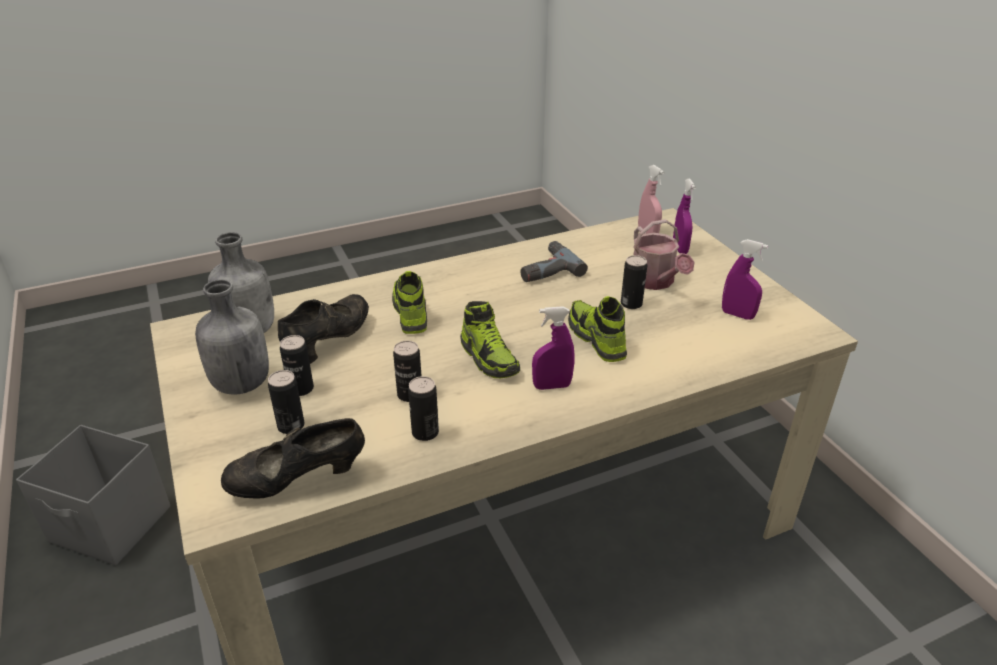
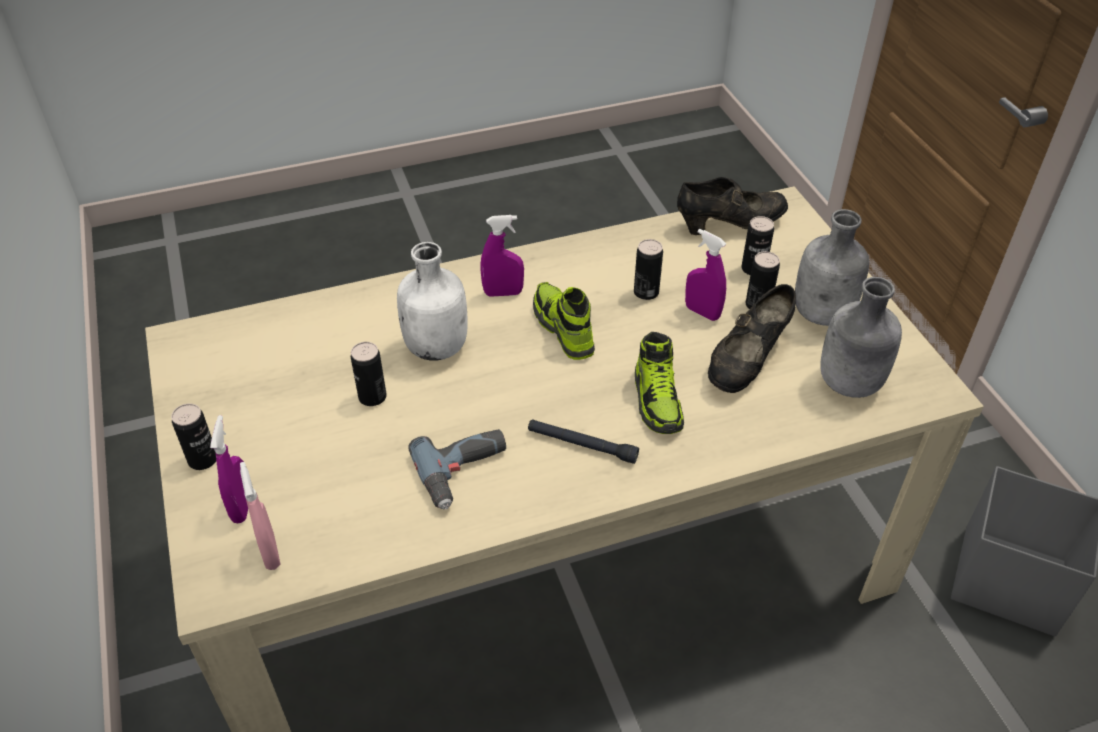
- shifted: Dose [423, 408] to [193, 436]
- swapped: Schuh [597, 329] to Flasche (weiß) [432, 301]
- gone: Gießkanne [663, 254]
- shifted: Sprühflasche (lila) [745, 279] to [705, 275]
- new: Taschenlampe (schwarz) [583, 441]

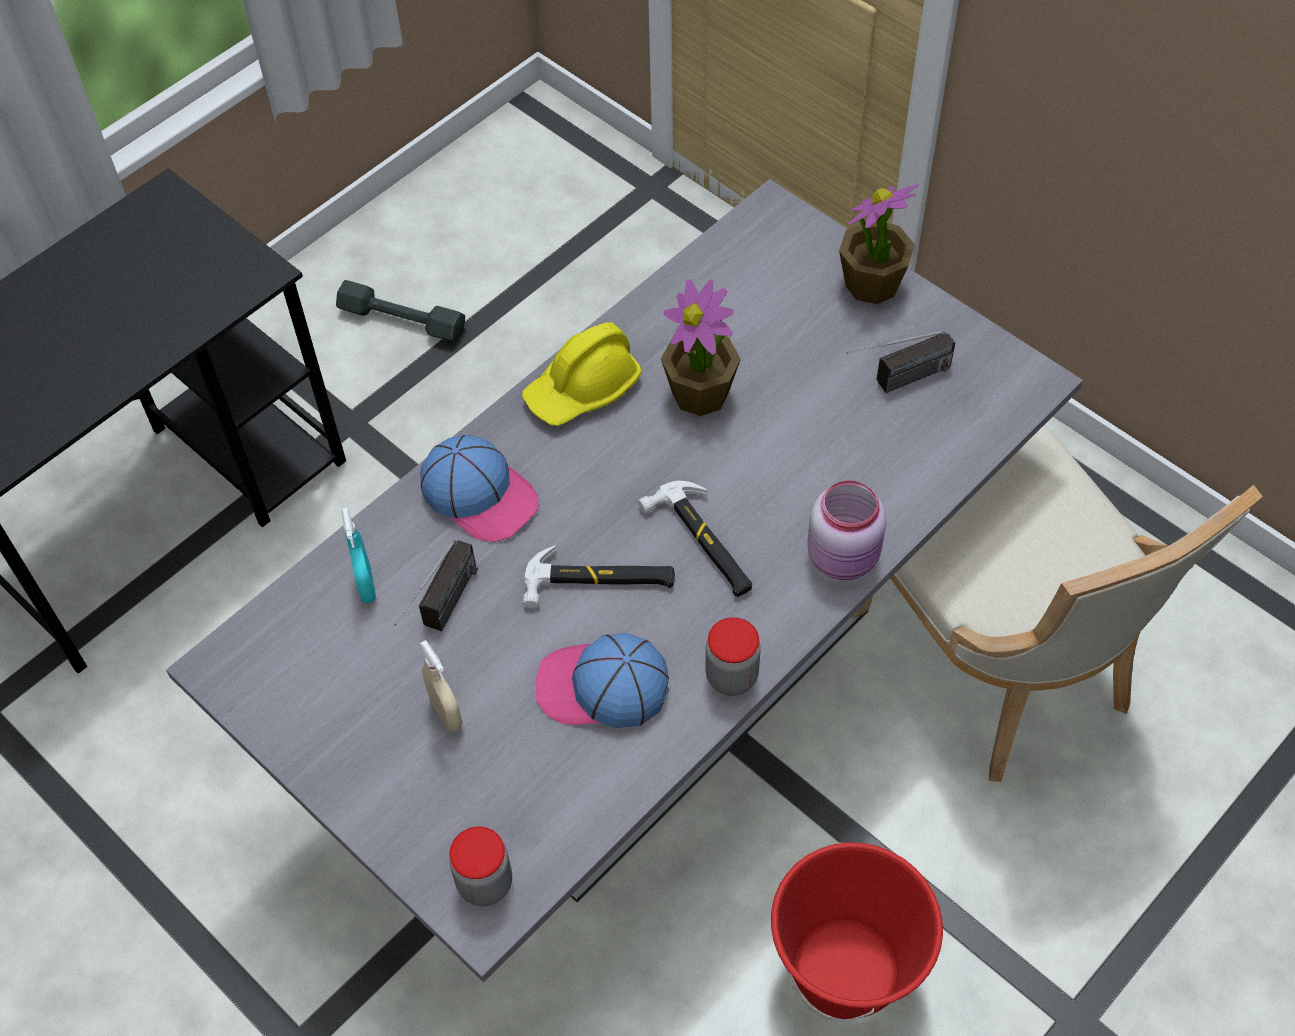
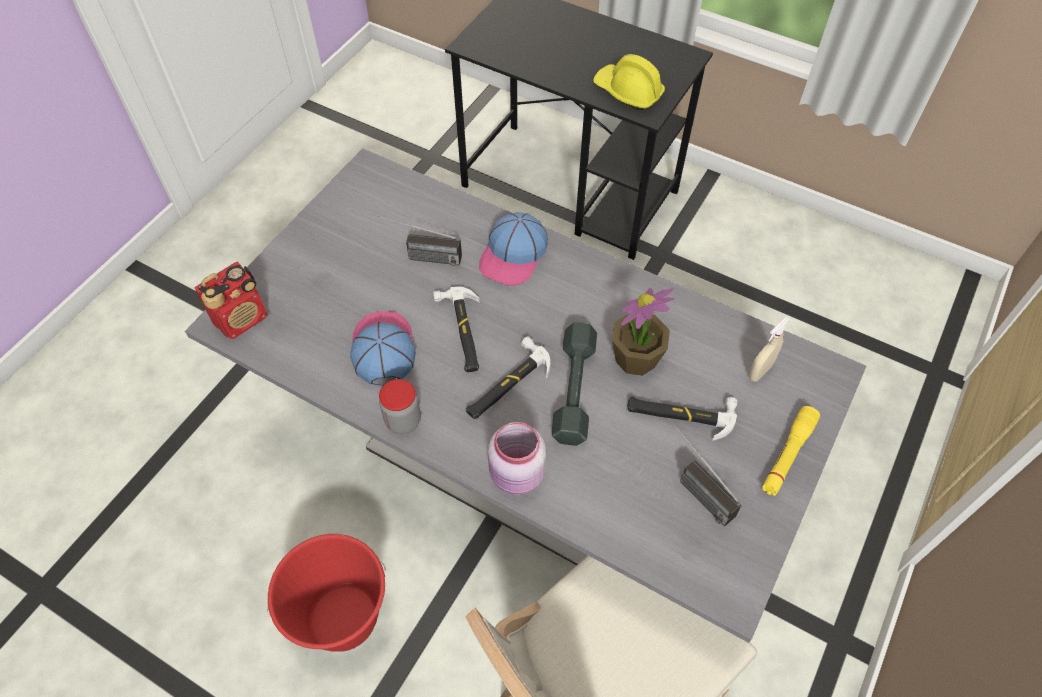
- shifted: Hantel (grau) [400, 311] to [574, 384]
- gone: Sprühflasche (türkis) [359, 555]
- shifted: Sprühflasche (beige) [441, 686] to [769, 349]
- swapped: Vorratsglas [480, 866] to Radio [231, 300]
- shifted: Schutzhelm (gelb) [582, 374] to [629, 82]
- swapped: Topfpflanze [879, 244] to Taschenlampe (gelb) [791, 451]
- new: Hammer [682, 418]

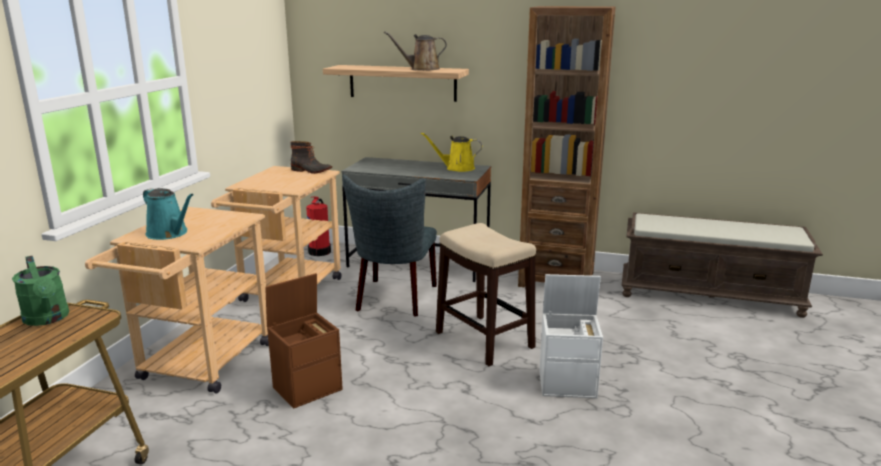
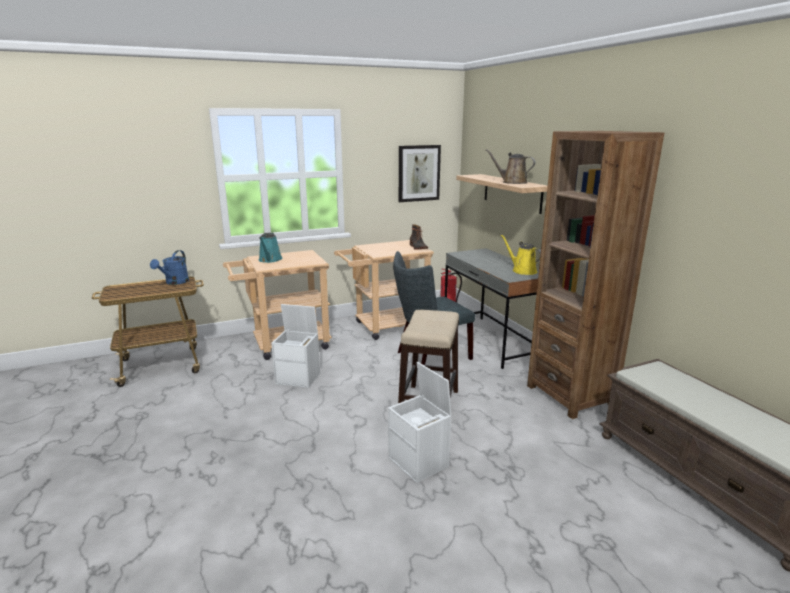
- repainted: Gießkanne (grün) [40, 291] to Gießkanne (blau) [169, 267]
- repainted: Aufbewahrungsbox (braun) [304, 341] to Aufbewahrungsbox (weiß) [295, 346]
- new: Bild [420, 173]

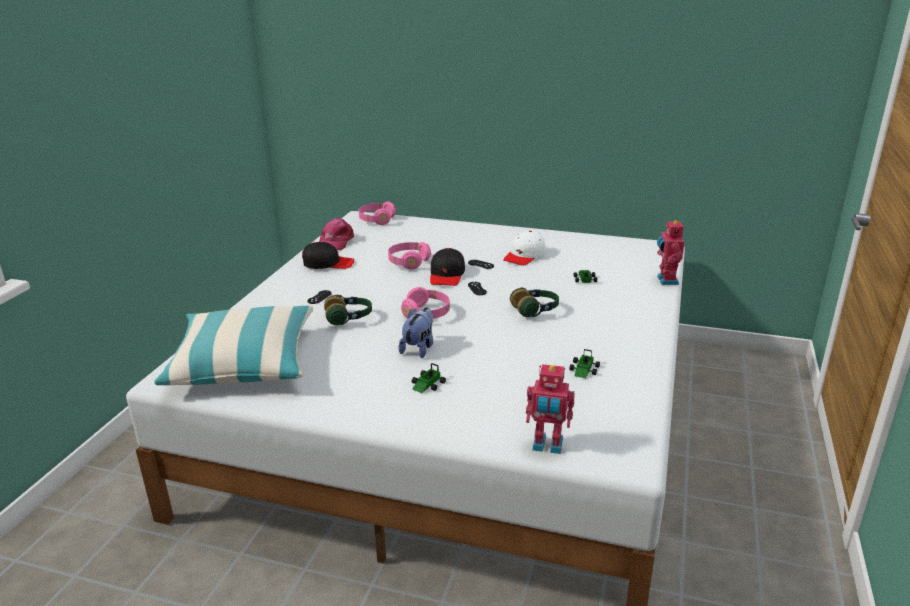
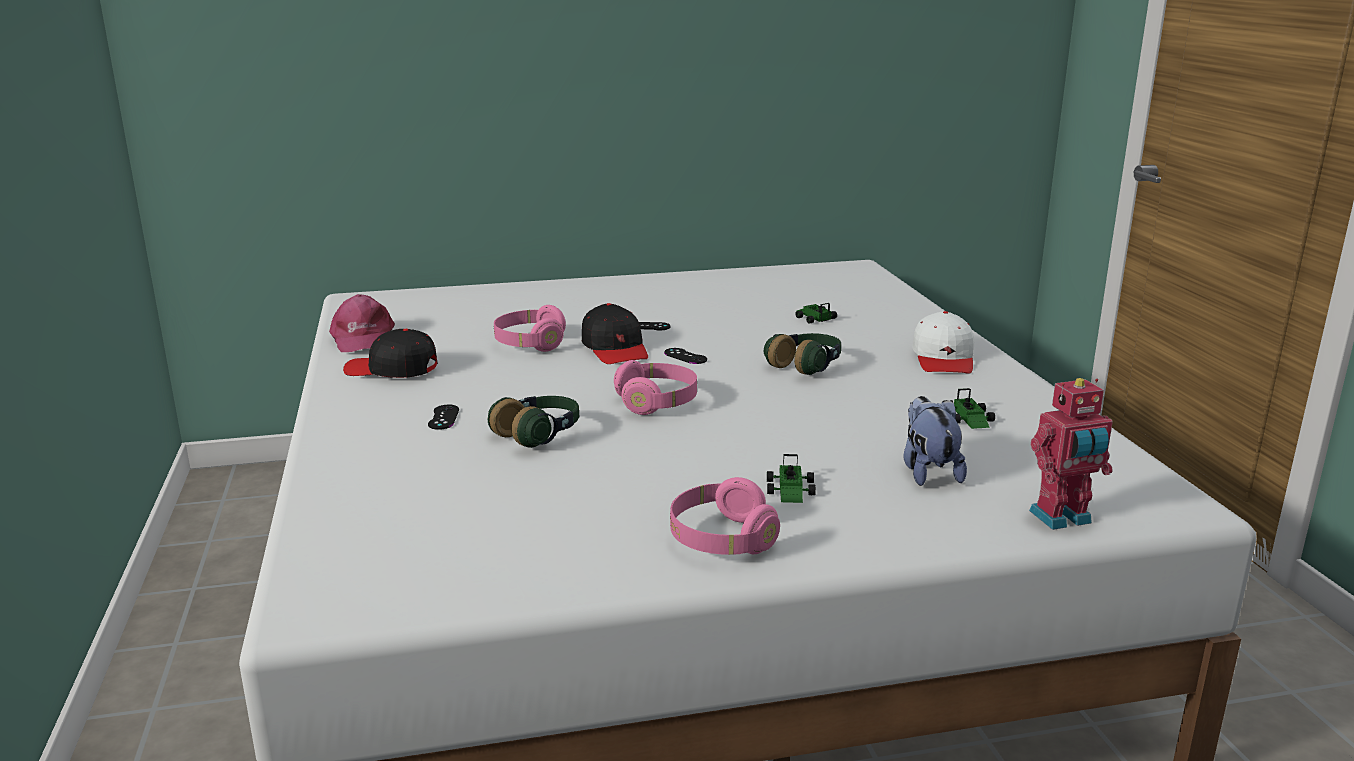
- gone: Kissen [233, 345]
- rotated: Kappe (schwarz) [328, 255] = [390, 353] 135 degrees counterclockwise
- shifted: Kopfhörer (rosa) [377, 213] to [725, 516]
- shifted: Plüschtier [415, 332] to [935, 441]
- shifted: Kappe (weiß) [524, 248] to [943, 342]
- gone: Spielzeugroboter [670, 252]

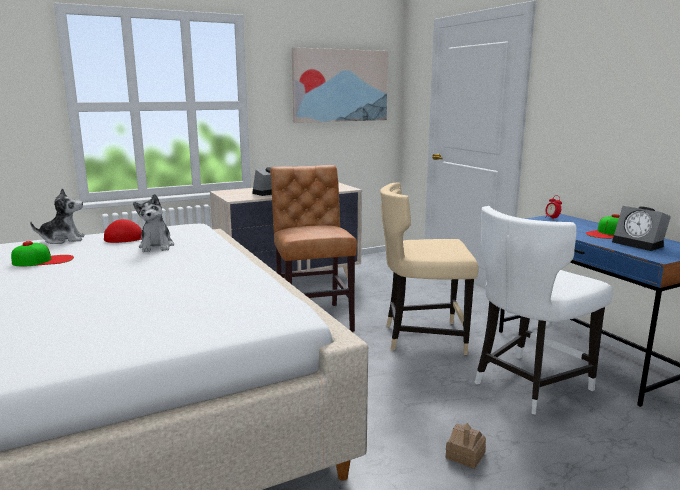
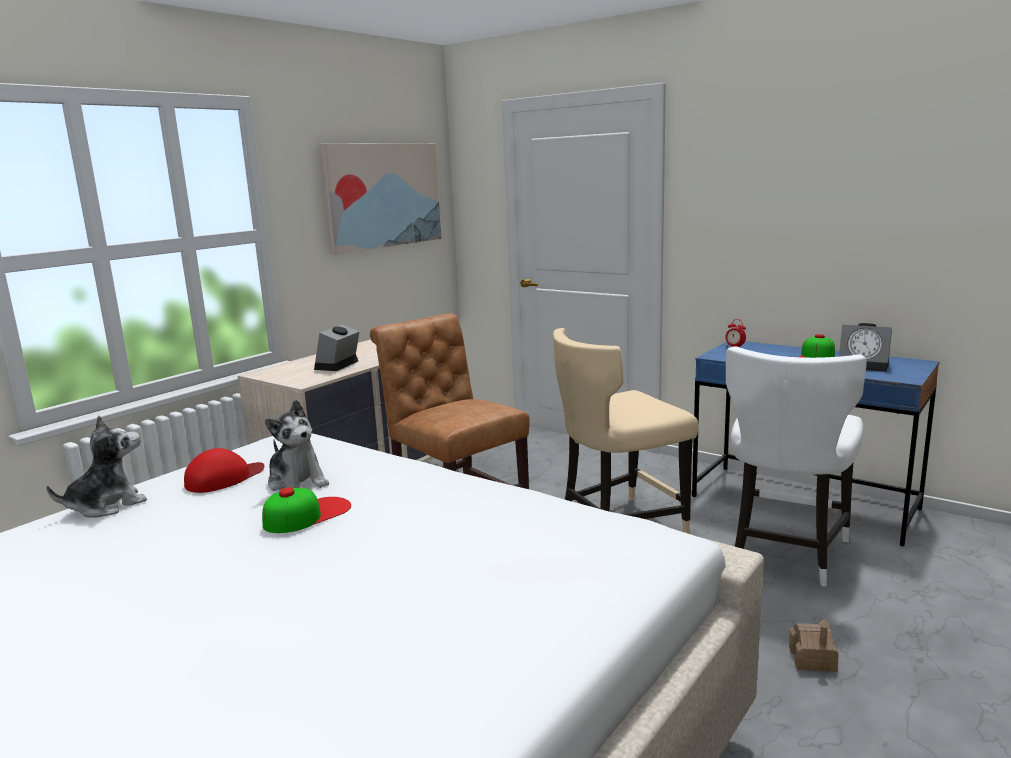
- shifted: Kappe [42, 254] to [306, 510]

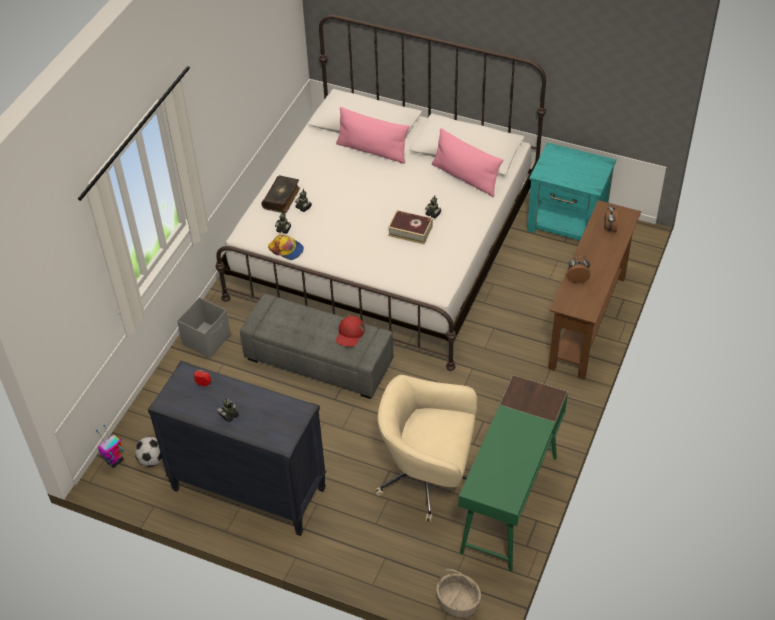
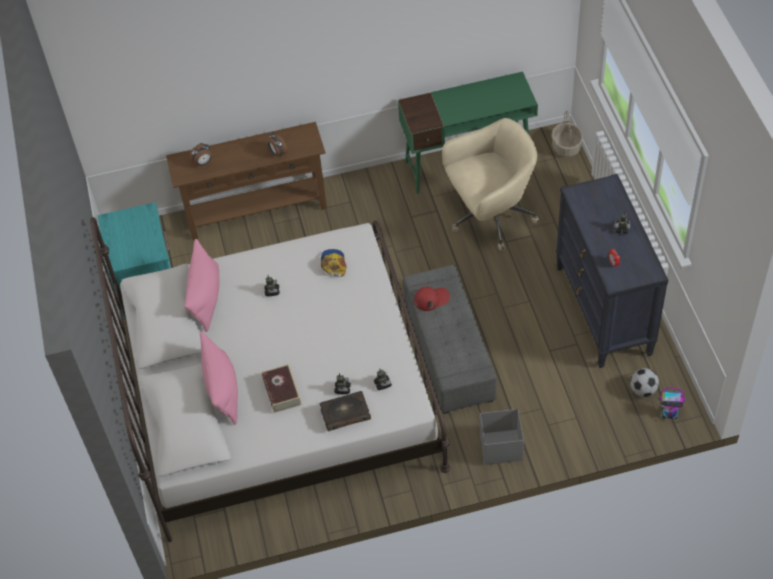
- shifted: Kappe [286, 247] to [333, 263]
- rotated: Bürostuhl (beige) [426, 448] = [490, 184] 90 degrees counterclockwise
- shifted: Buch [410, 227] to [282, 388]

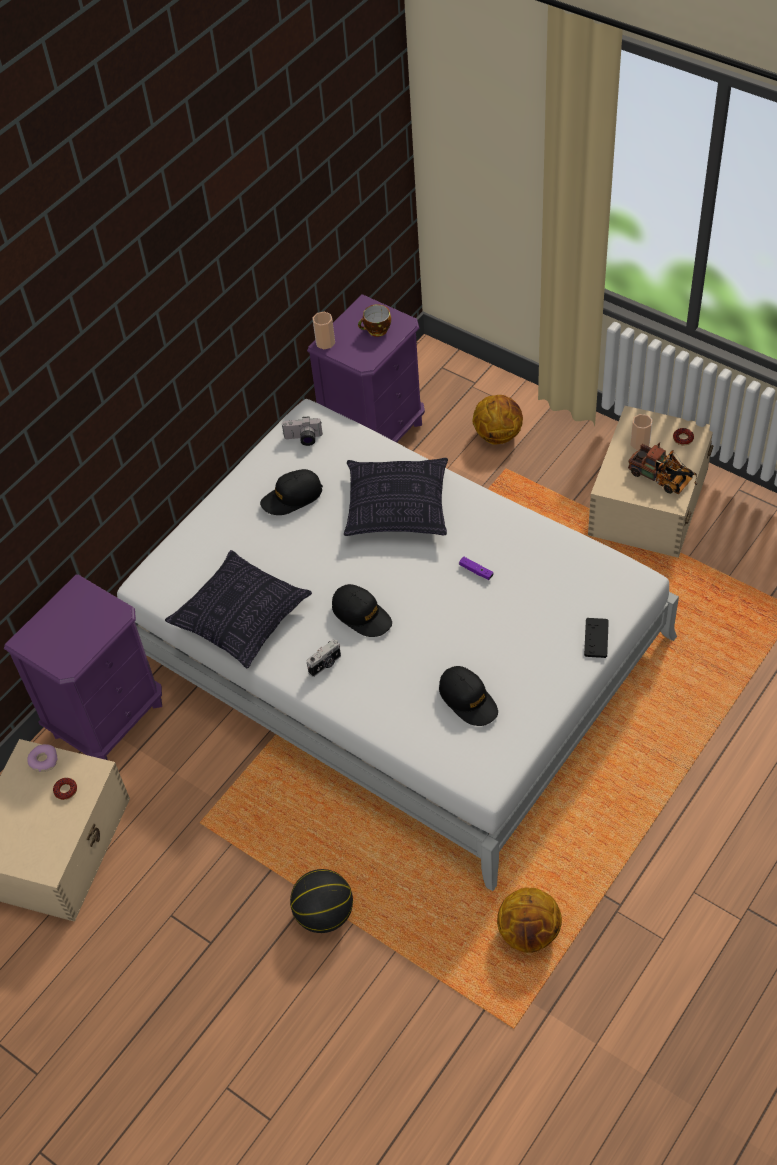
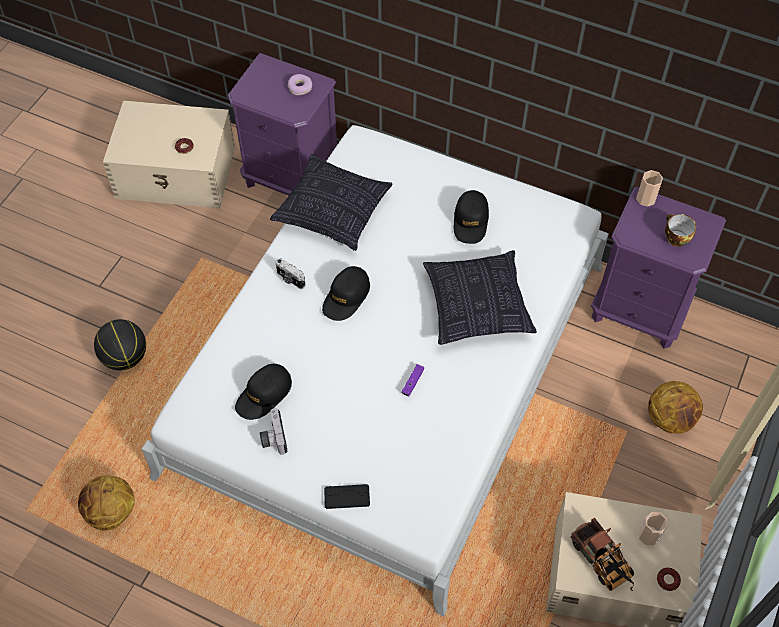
- shifted: Donut [42, 758] to [300, 84]
- rotated: Kappe (schwarz) [291, 492] = [471, 217] 135 degrees counterclockwise
- shifted: Kamera [302, 431] to [273, 431]
- rotated: Spielzeuglaster [662, 468] = [602, 554] 60 degrees counterclockwise

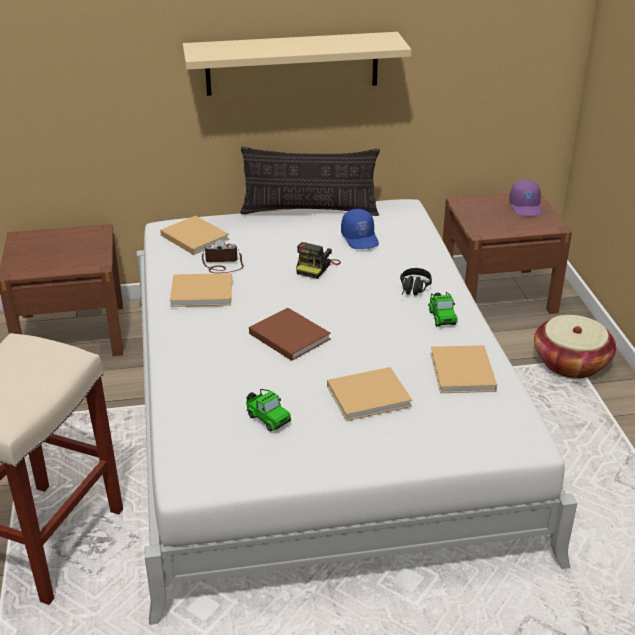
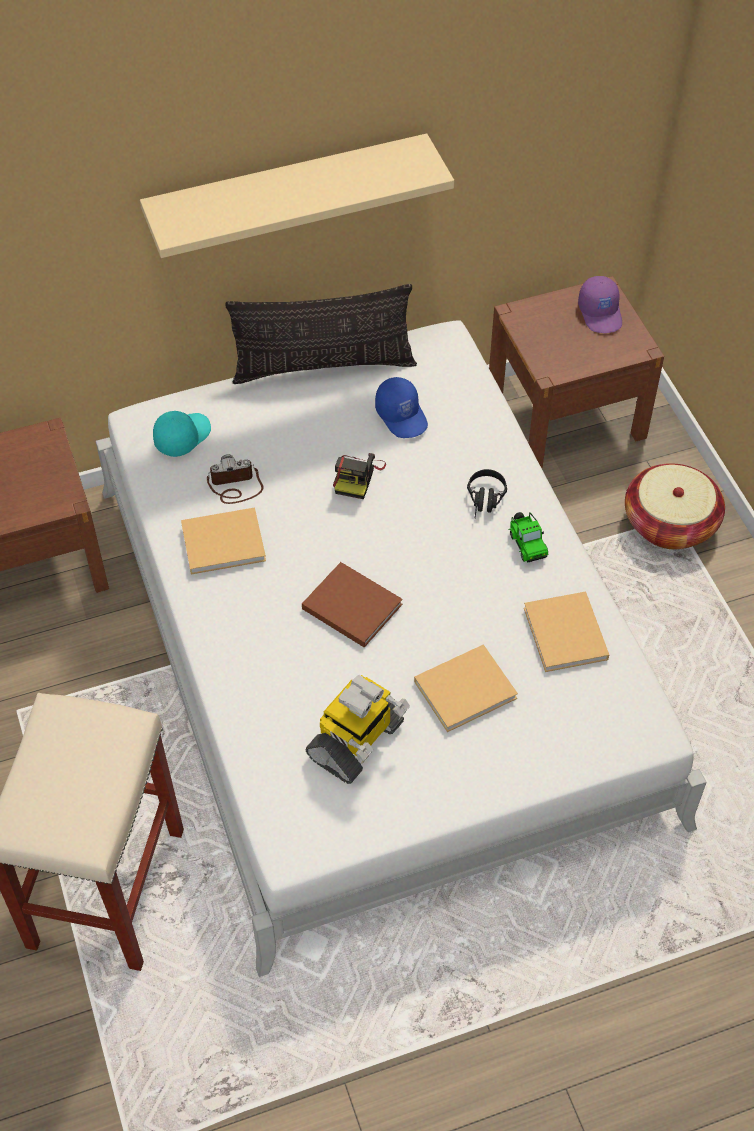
- swapped: Buch (beige) [194, 235] to Kappe (türkis) [182, 434]
- swapped: Spielzeugauto [268, 410] to Spielzeugroboter [357, 729]

